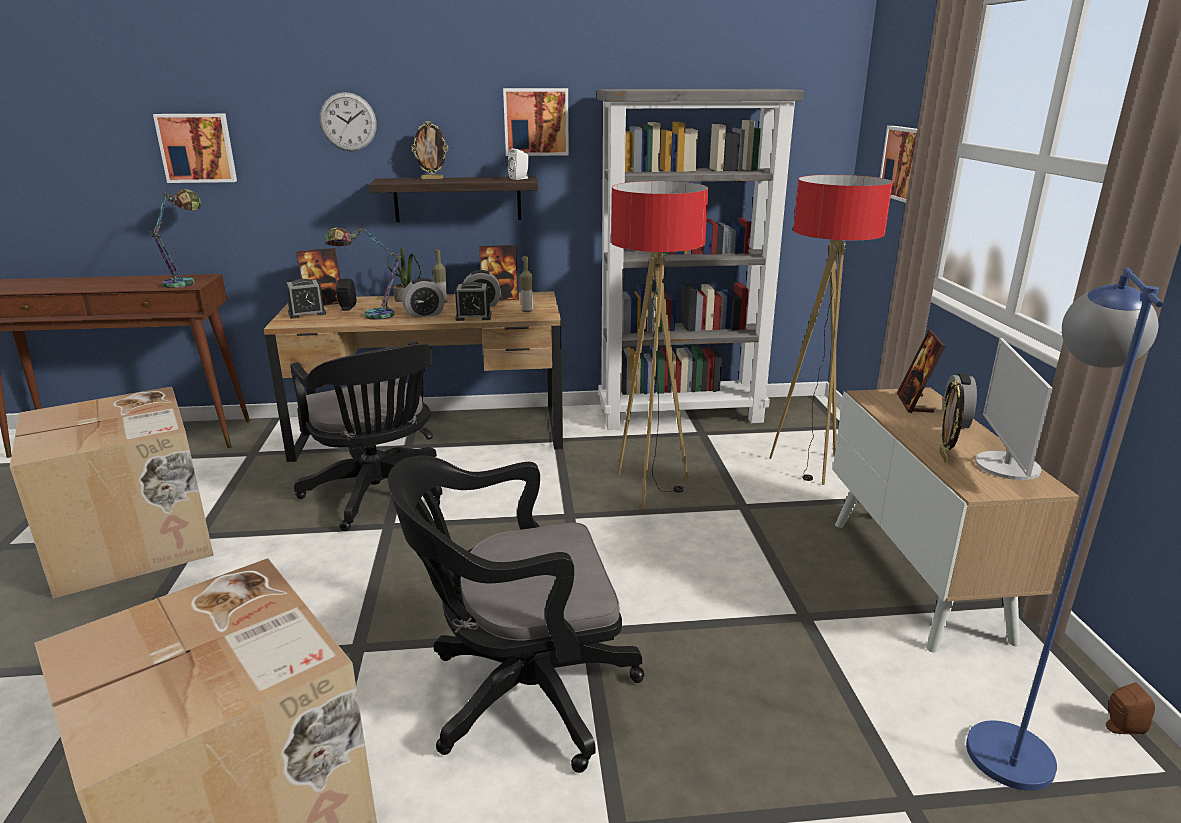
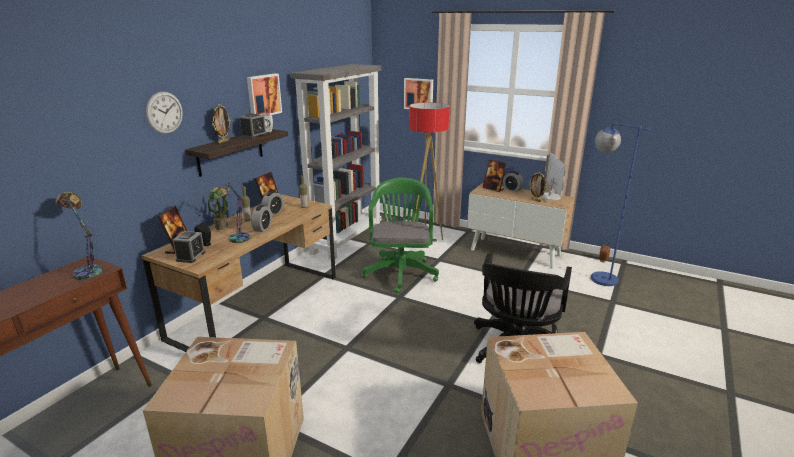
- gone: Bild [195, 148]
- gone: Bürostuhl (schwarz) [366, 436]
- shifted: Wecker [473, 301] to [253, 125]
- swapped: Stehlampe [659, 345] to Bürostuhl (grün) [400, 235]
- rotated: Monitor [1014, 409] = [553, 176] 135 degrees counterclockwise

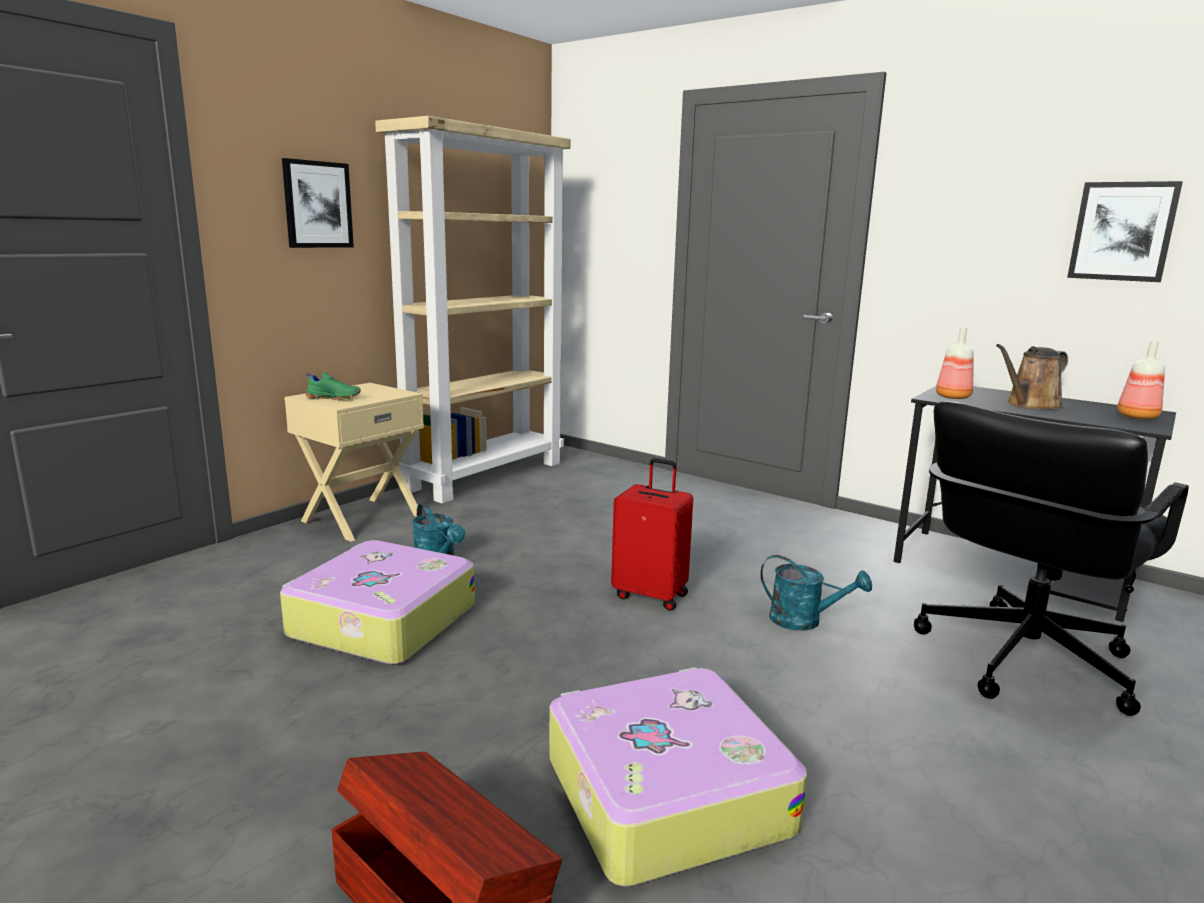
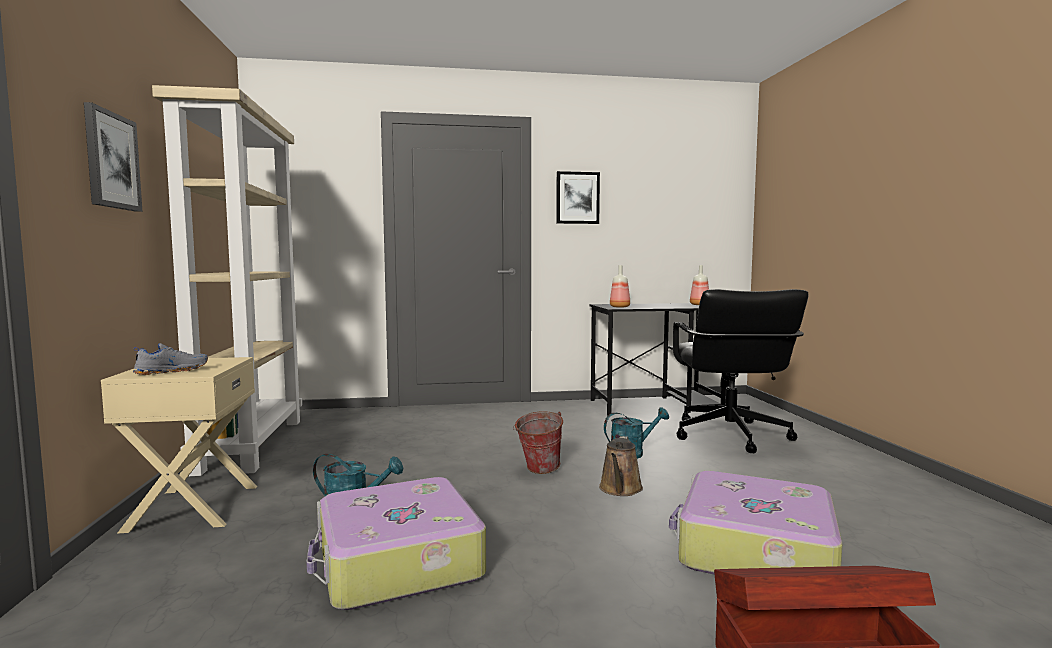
- repainted: Schuh (grün) [333, 386] to Schuh (grau) [170, 359]
- swapped: Koffer (rot) [652, 534] to Eimer [538, 442]
- shifted: Gießkanne (braun) [1032, 377] to [621, 466]
- shifted: Bild [1125, 231] to [578, 197]

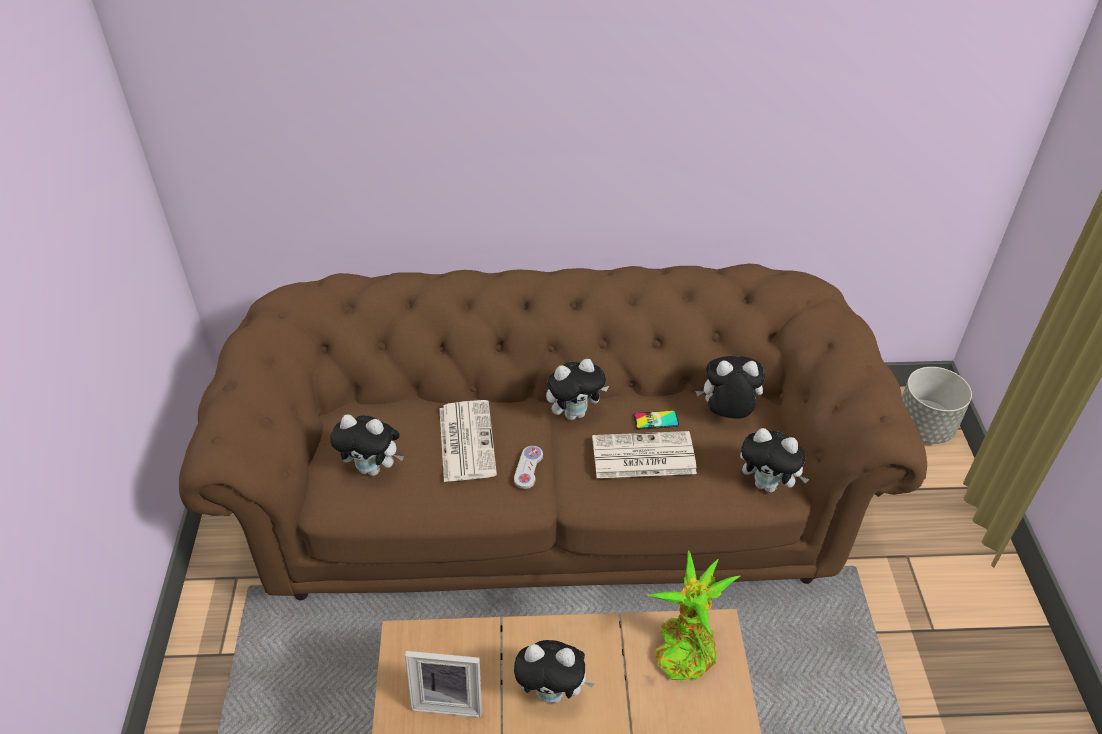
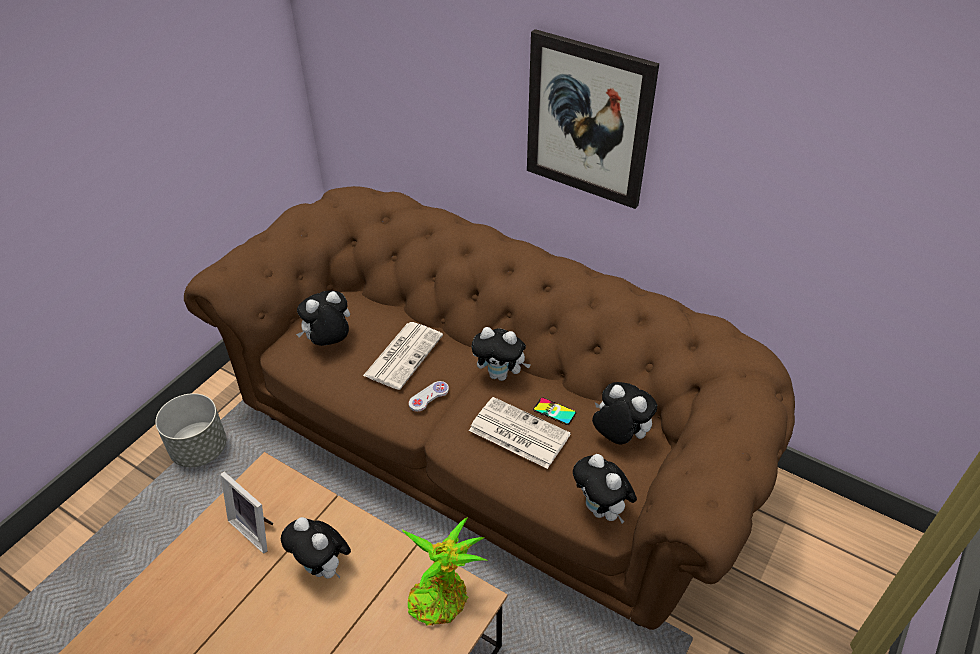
- rotated: Plüschtier [367, 445] = [323, 318] 105 degrees clockwise
- shifted: Pflanzkübel (grau) [937, 405] to [190, 430]
- new: Bild [593, 119]

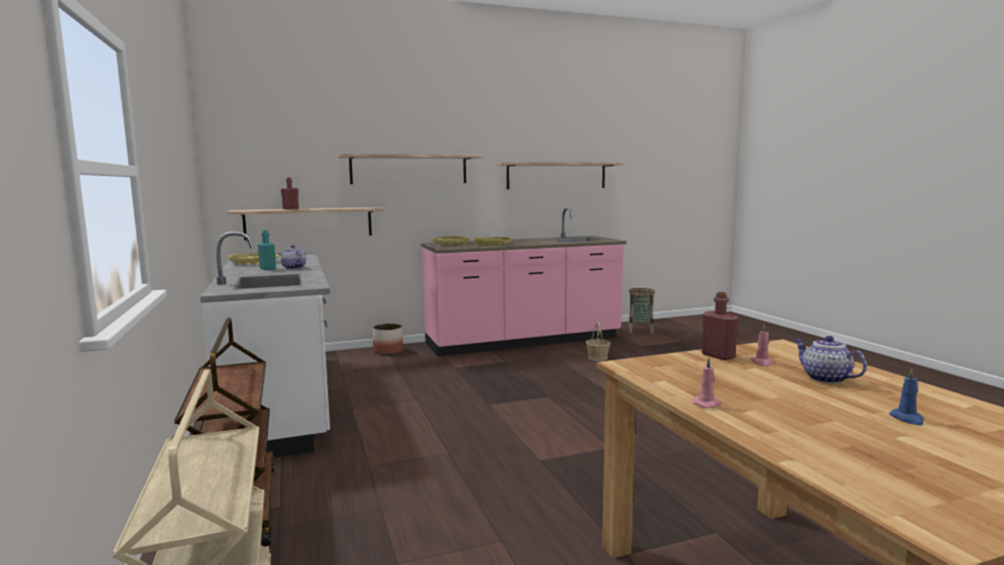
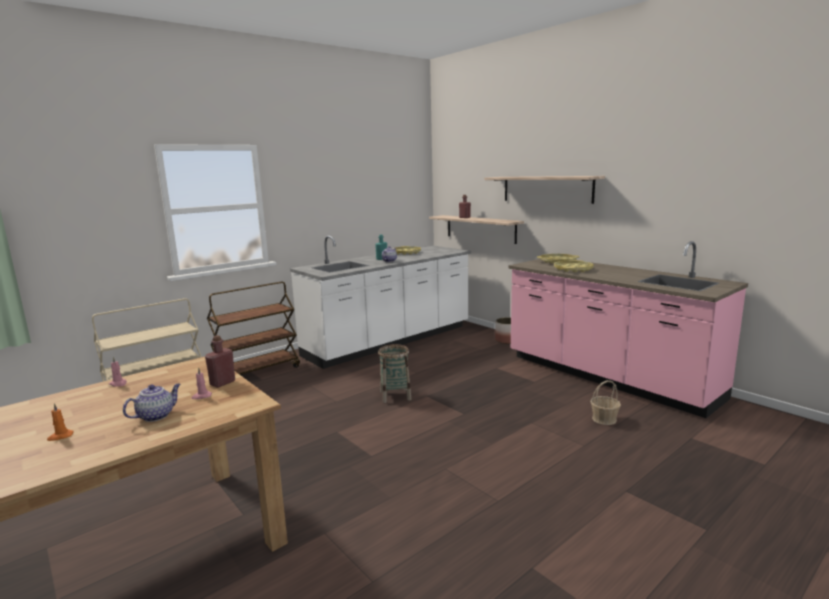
- gone: Wandregal [561, 175]
- shifted: Korb [641, 311] to [394, 373]
- repainted: Kerze (blau) [906, 396] to Kerze (orange) [60, 422]

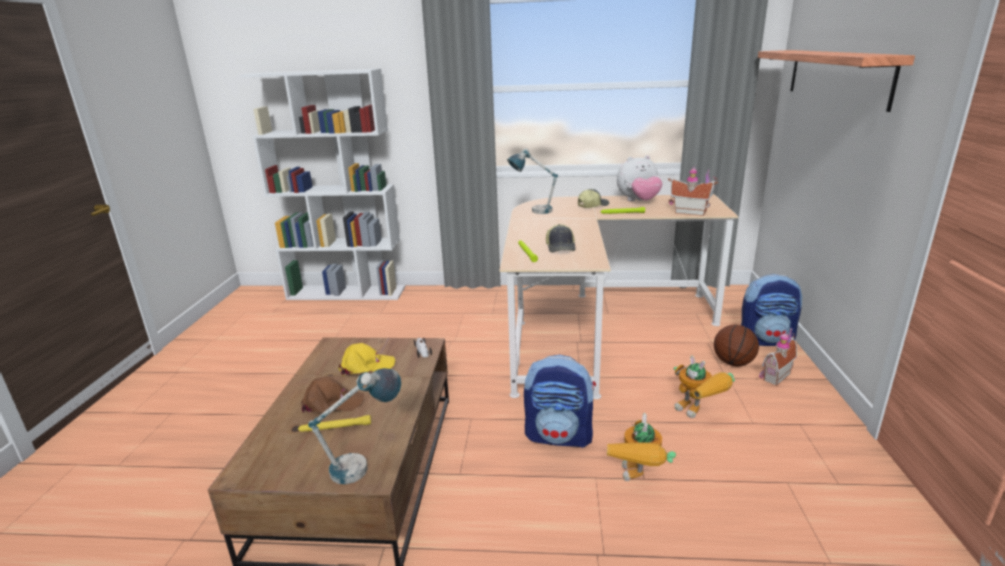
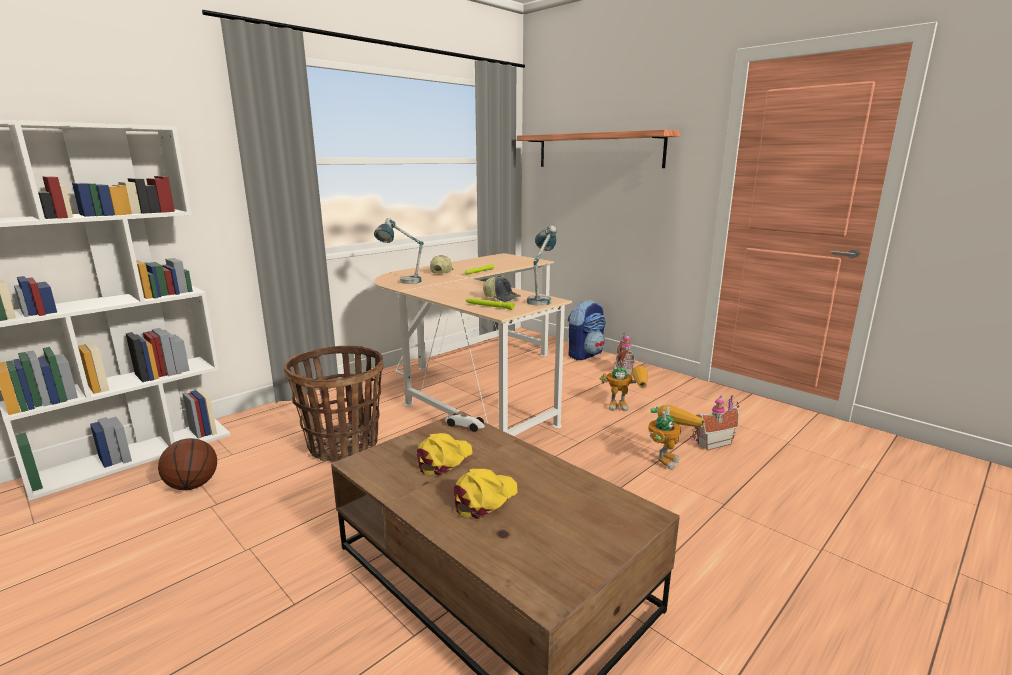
- gone: Taschenlampe (gelb) [334, 423]
- repainted: Kappe (braun) [332, 394] to Kappe (gelb) [485, 494]
- shifted: Tischlampe [354, 426] to [542, 265]
- gone: Rucksack [560, 401]
- rotated: Spielzeugroboter [641, 447] = [676, 437] 105 degrees counterclockwise
- gone: Plüschtier [639, 178]
- shifted: Spielzeughaus [693, 191] to [715, 422]
- shifted: Basketball [736, 345] to [187, 464]
- new: Korb [334, 404]

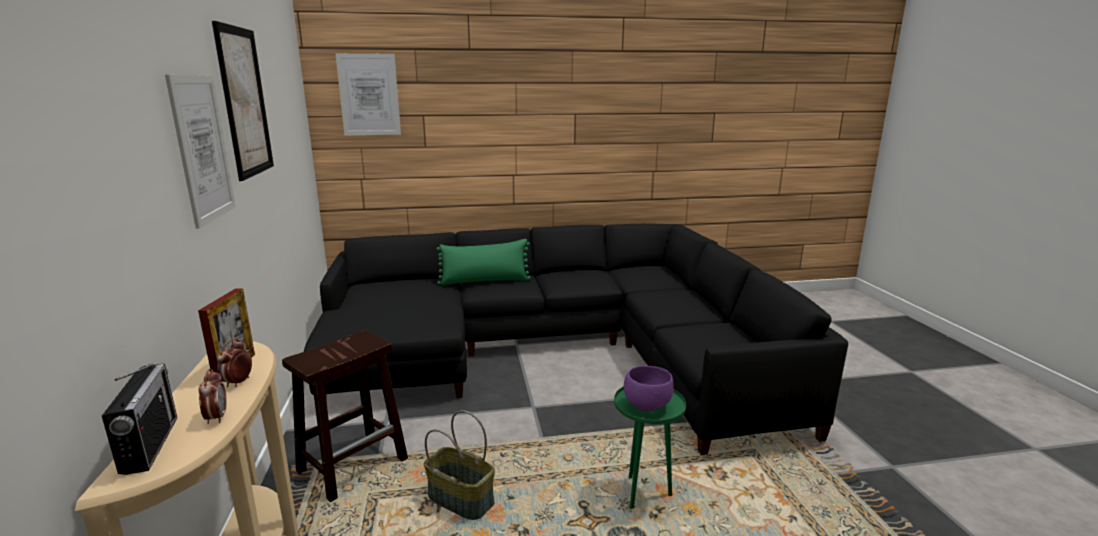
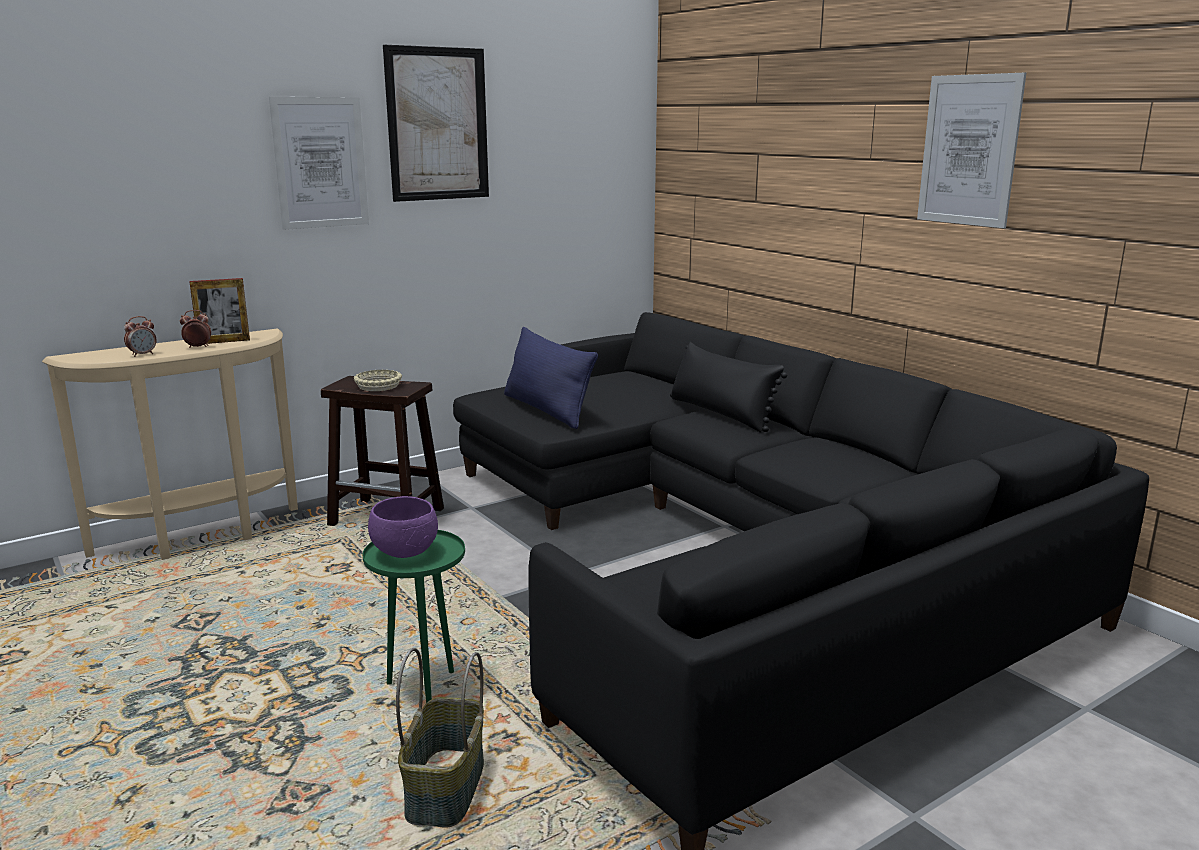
- gone: Radio [139, 419]
- shifted: Bild [368, 94] to [971, 150]
- shifted: Korb [459, 465] to [440, 738]
- repainted: Kissen (grün) [483, 262] to Kissen (schwarz) [729, 387]
- new: Schüssel (beige) [378, 380]
- new: Kissen (blau) [551, 378]

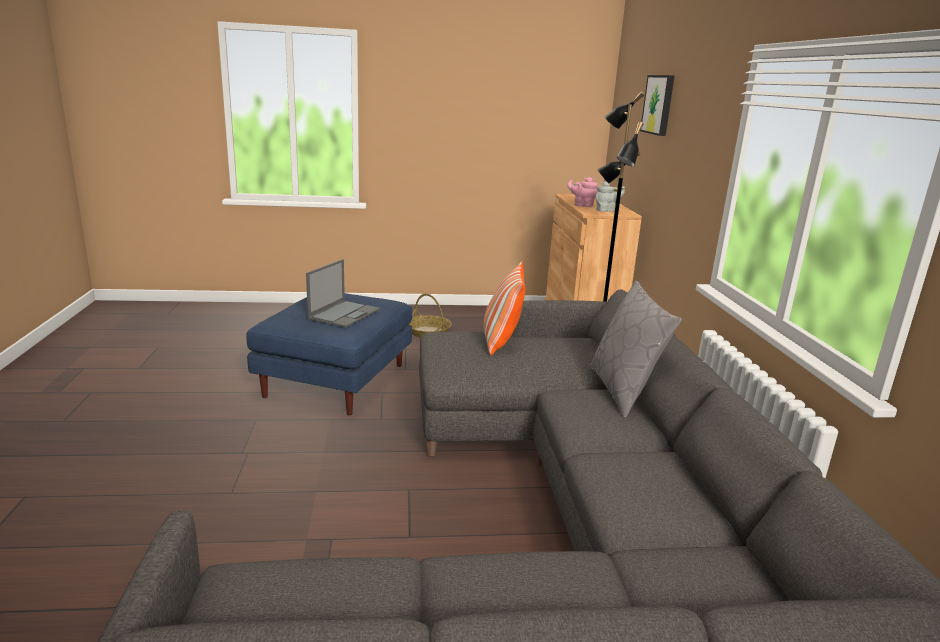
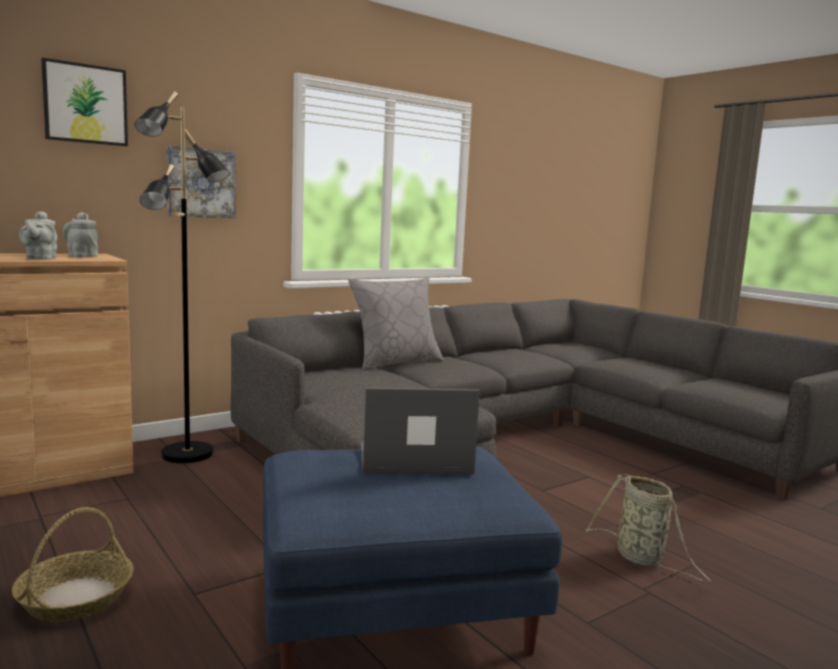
- gone: Kissen [504, 308]
- repainted: Teekanne (rosa) [582, 192] to Teekanne (grau) [38, 235]
- new: Bild [201, 182]
- new: Korb [648, 528]

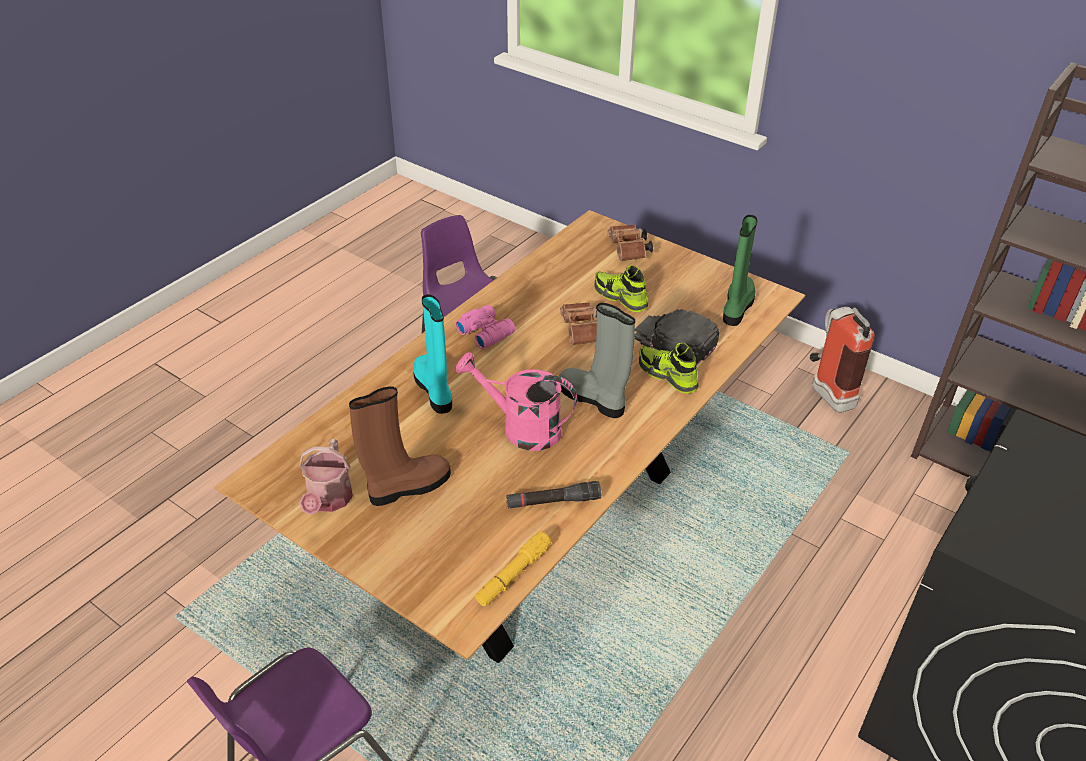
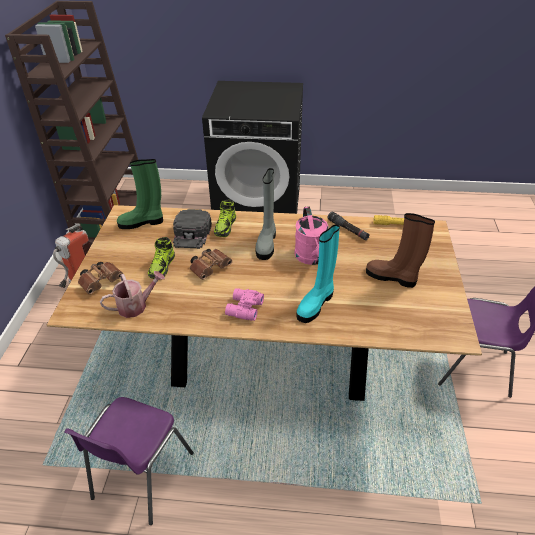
- shifted: Gießkanne [326, 477] to [132, 294]

